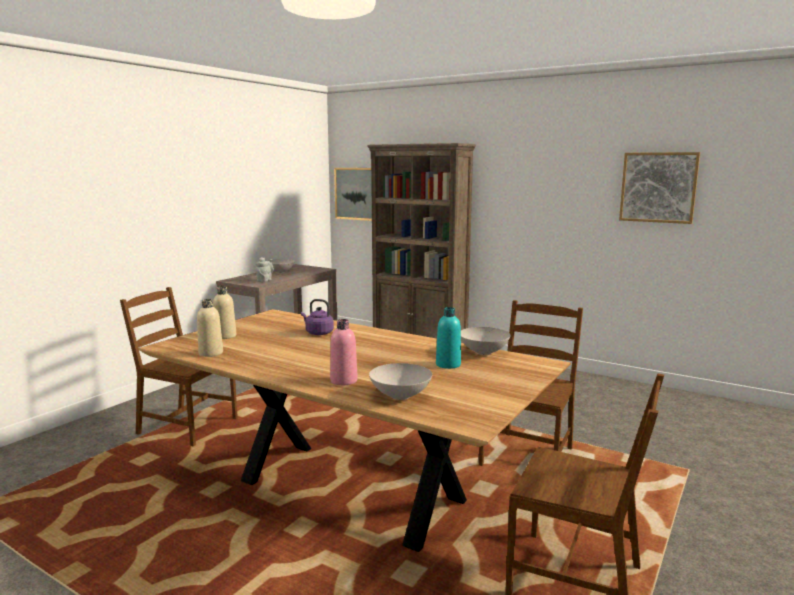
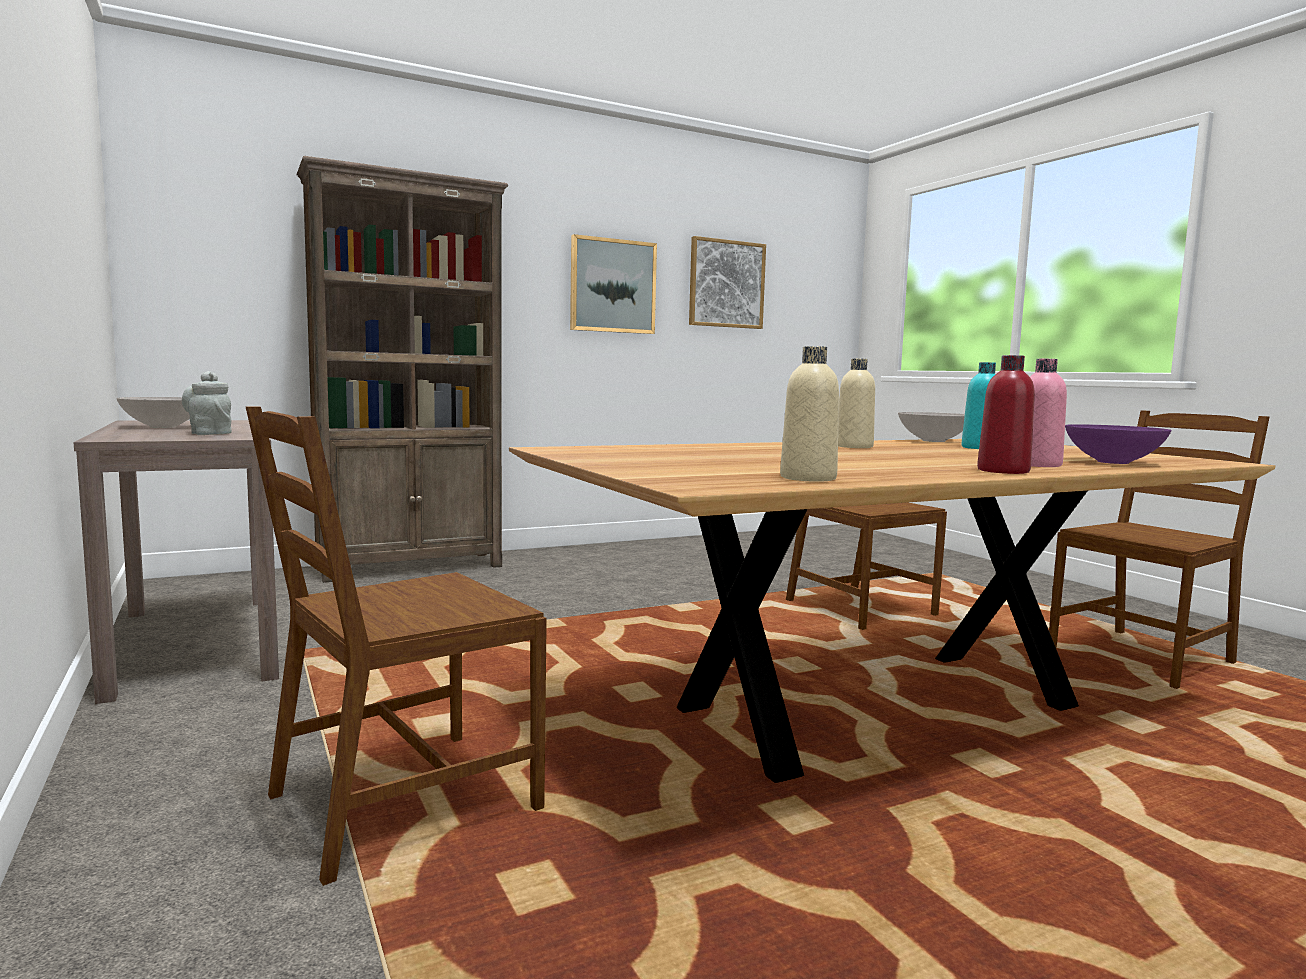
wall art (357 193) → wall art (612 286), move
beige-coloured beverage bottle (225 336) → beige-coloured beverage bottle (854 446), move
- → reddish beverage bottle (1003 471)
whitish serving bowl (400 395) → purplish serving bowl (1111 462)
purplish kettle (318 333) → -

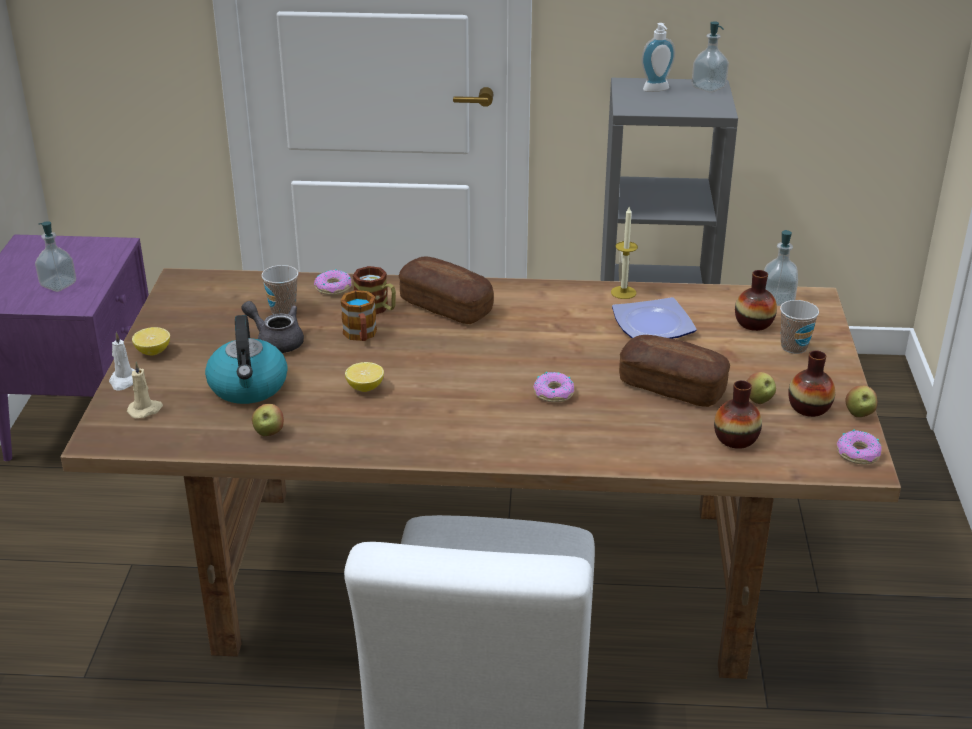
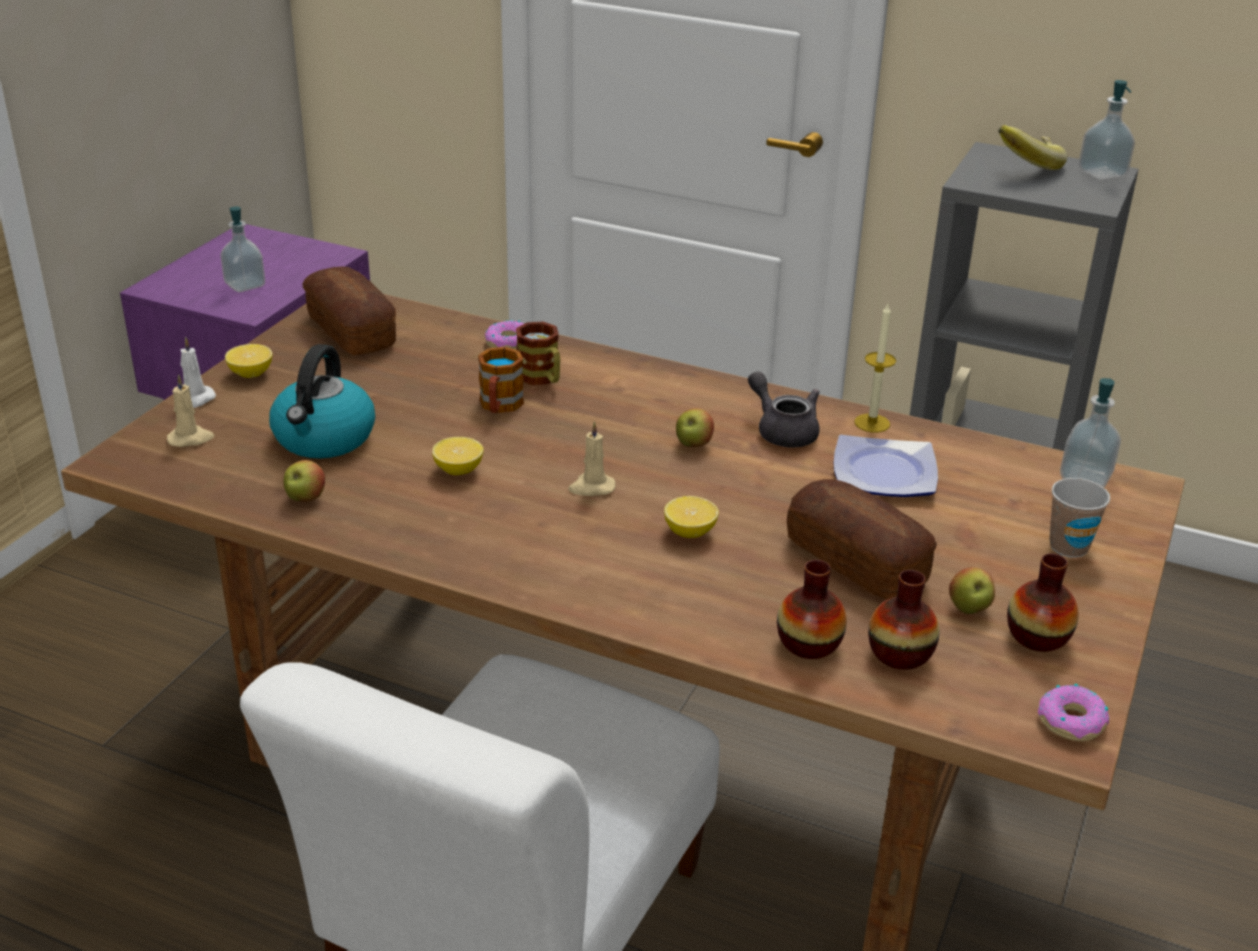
bakery bread (446 306) → bakery bread (351 331), move
- → beige-coloured wax candle (591 487)
ring doughnut (554 393) → lemon (690 532)
apple fruit (859 414) → apple fruit (693 444), move
greyish tea pot (276 341) → greyish tea pot (783 431), move
decorative vase (753 323) → decorative vase (809 644), move
soap bottle (657 90) → banana fruit (1026 166)
drinking cup (283 310) → -

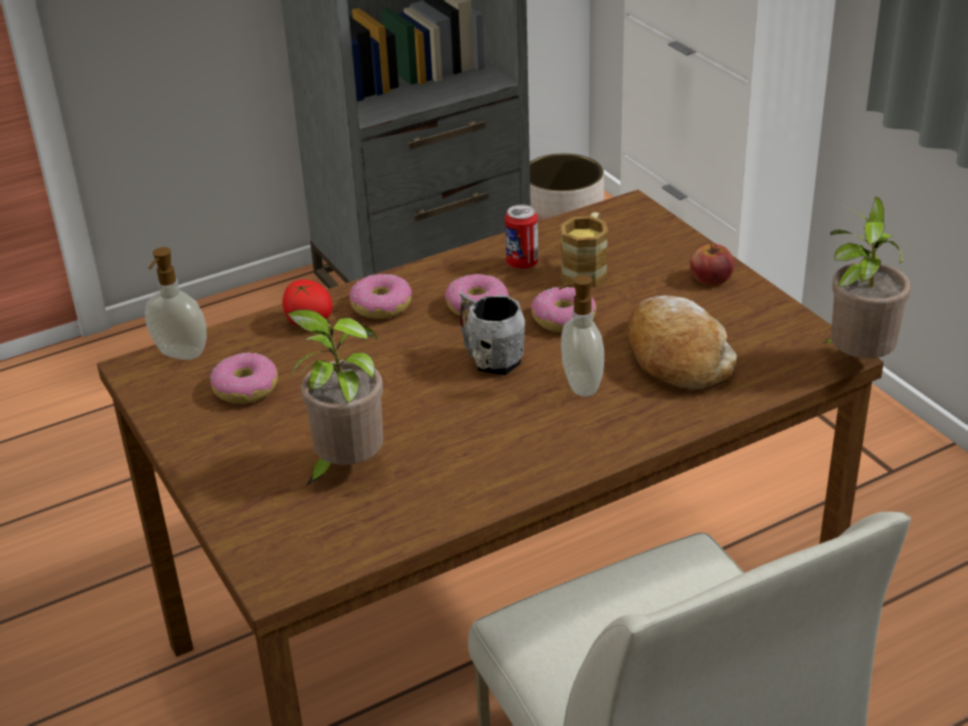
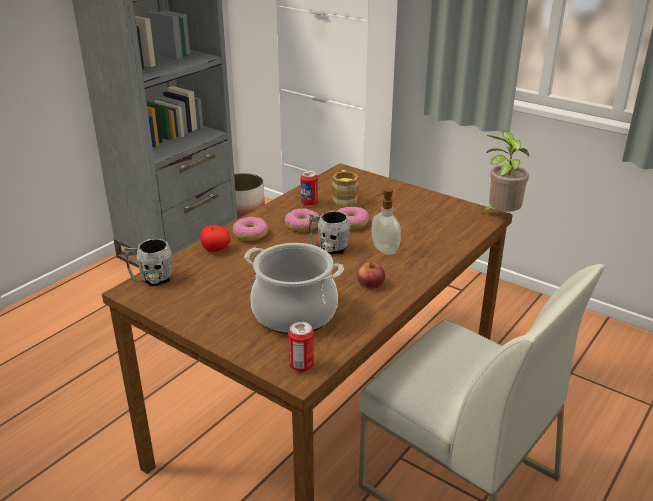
soap bottle (180 354) → greyish mug (152 279)
houseplant (345 468) → stockpot (294 313)
- → metal can (301 366)
apple fruit (711 277) → apple fruit (370 283), move
ring doughnut (246 389) → -
bakery bread (676 357) → -

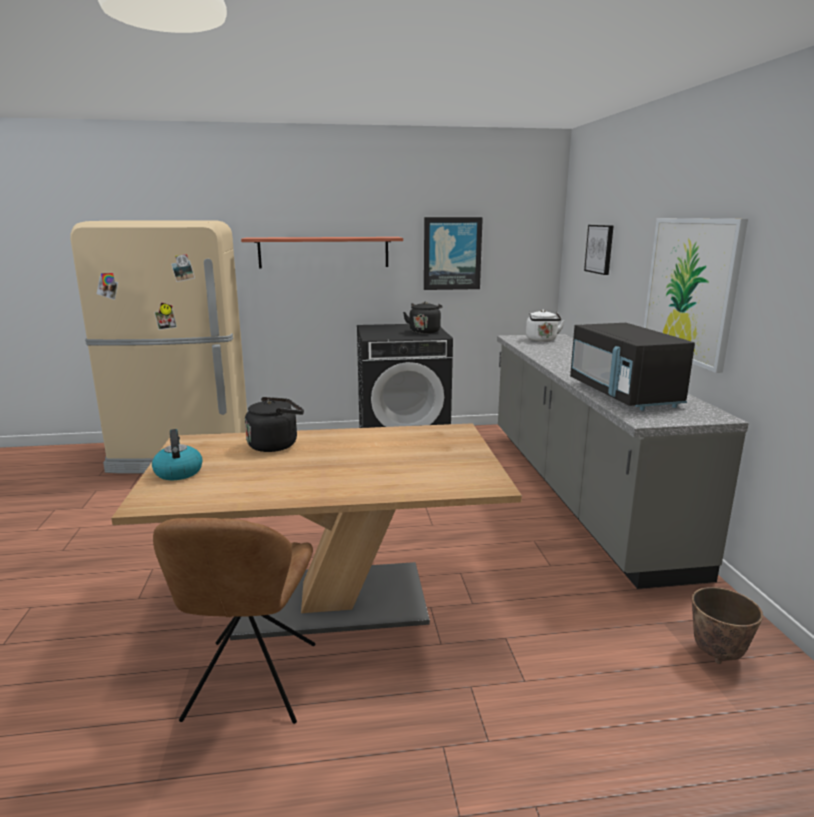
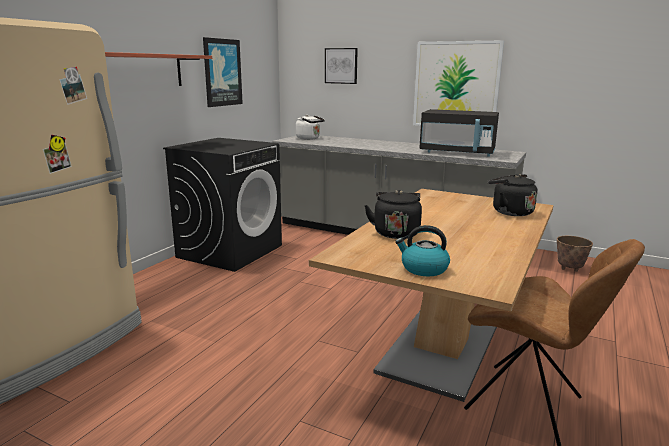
black kettle (424 331) → black kettle (509 212), move

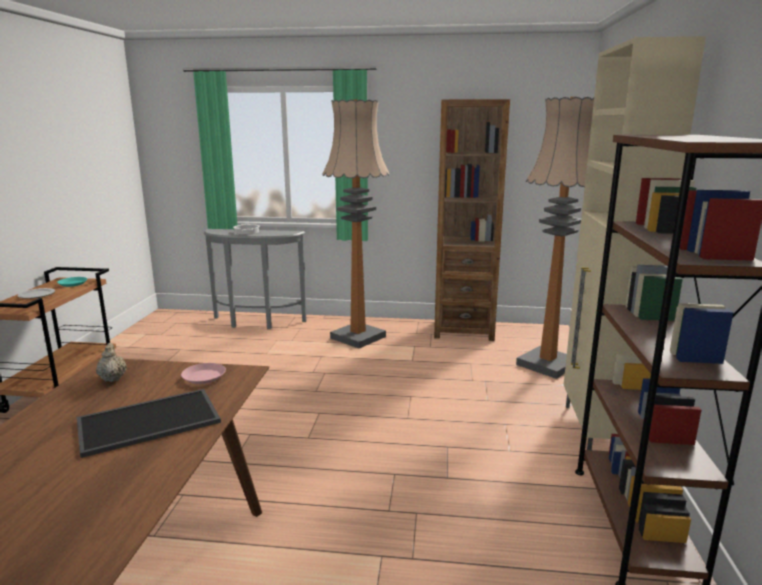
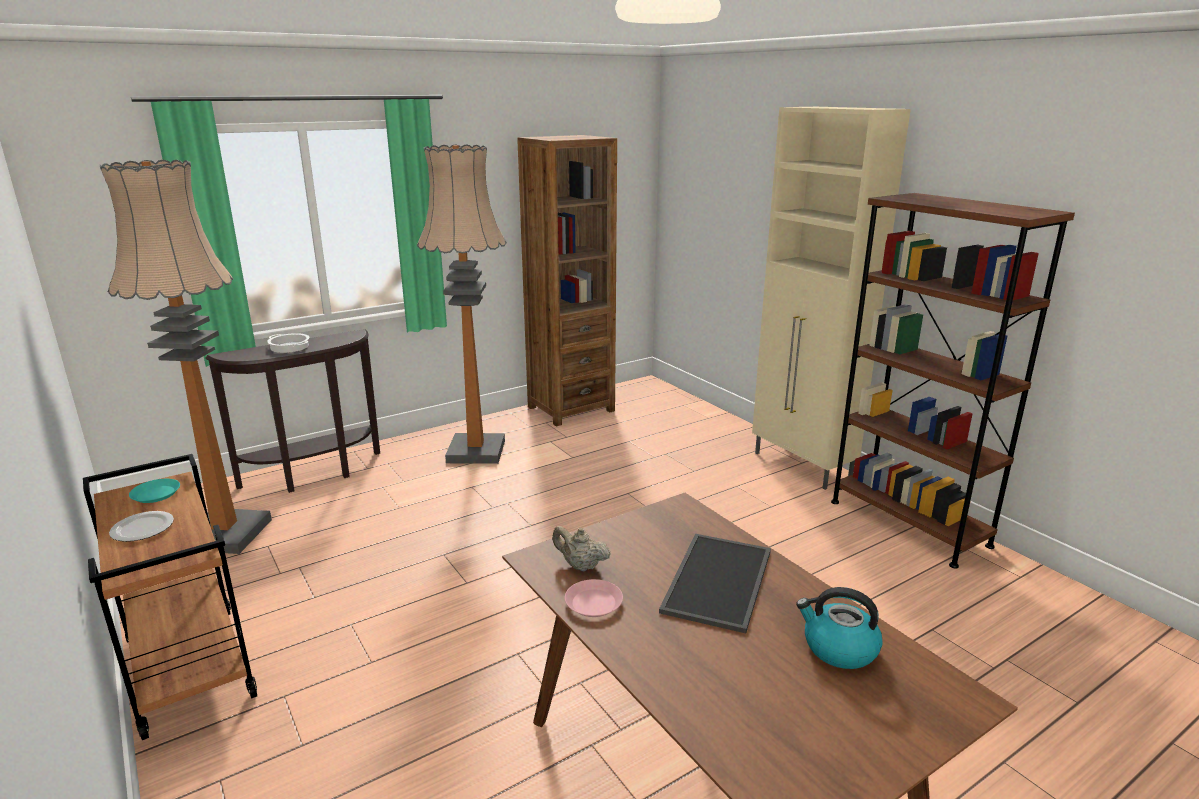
floor lamp (547 364) → floor lamp (226 534), move
greyish console table (256 323) → brown-coloured console table (315 475)
pink dinner plate (203 377) → pink dinner plate (593 603), move
- → kettle (838 648)

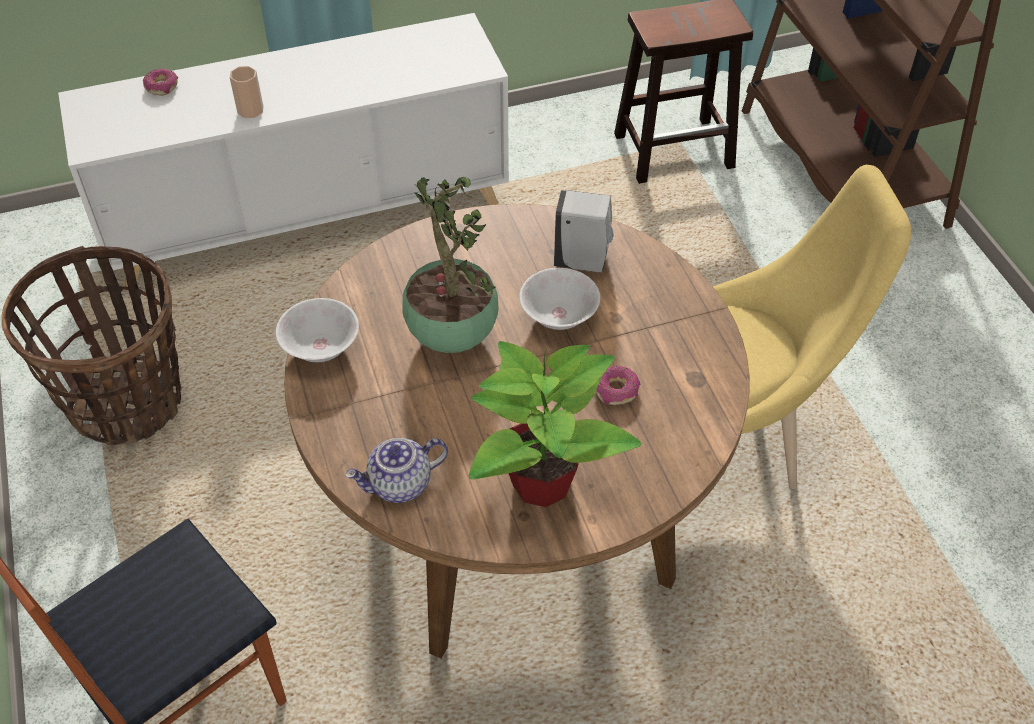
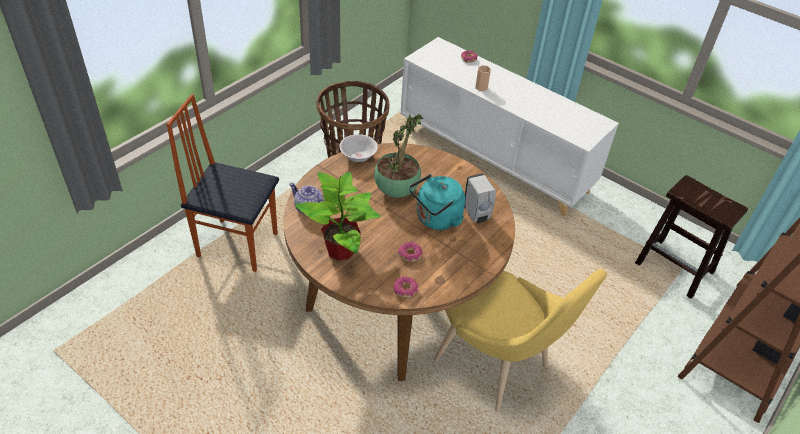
- → ring doughnut (405 290)
whitish serving bowl (558 316) → turquoise-coloured kettle (436 219)

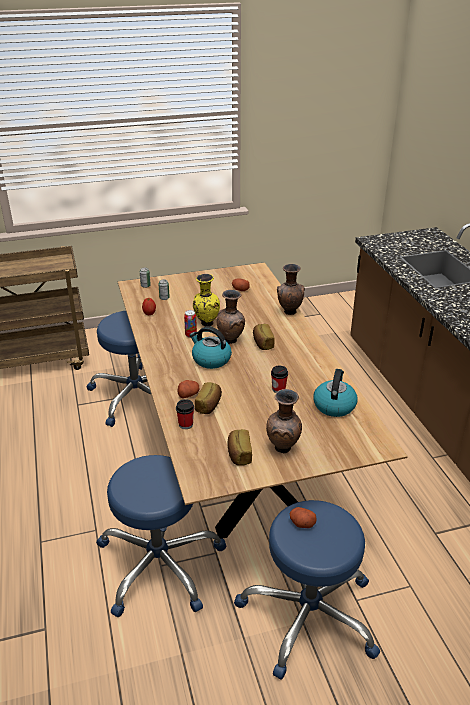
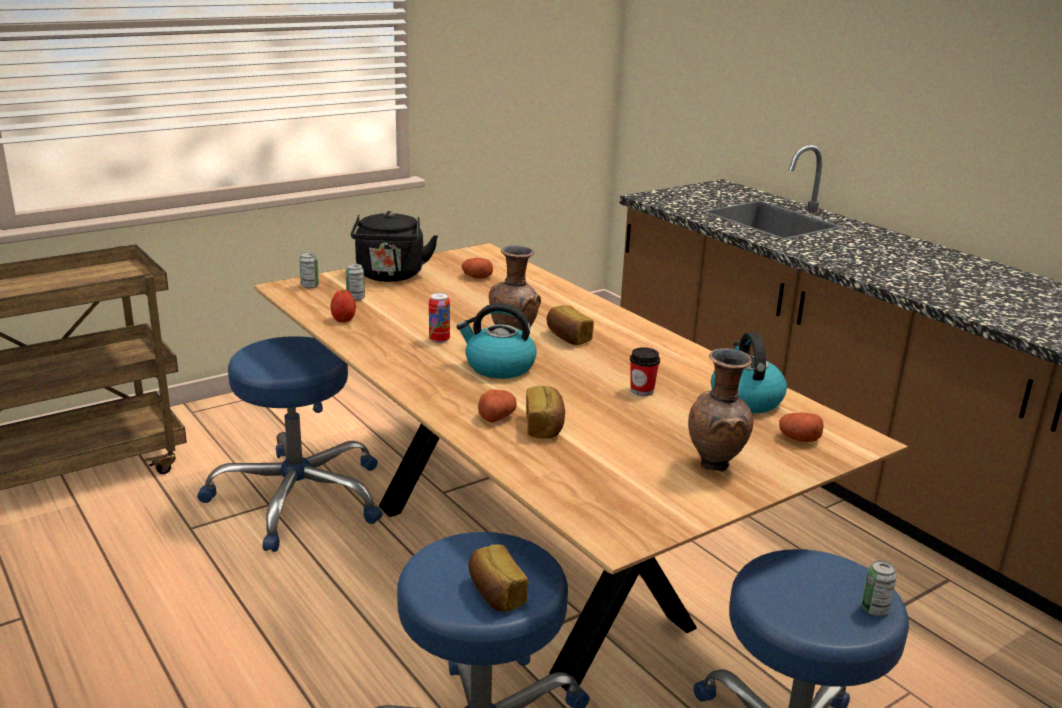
- → black kettle (390 276)
bakery bread (239 454) → bakery bread (495 593), move
spud (301 523) → spud (798 439), move
- → metal can (874 609)
drinking cup (185 424) → -
yellowish decorative vase (206 323) → -
brown-coloured decorative vase (289 312) → -

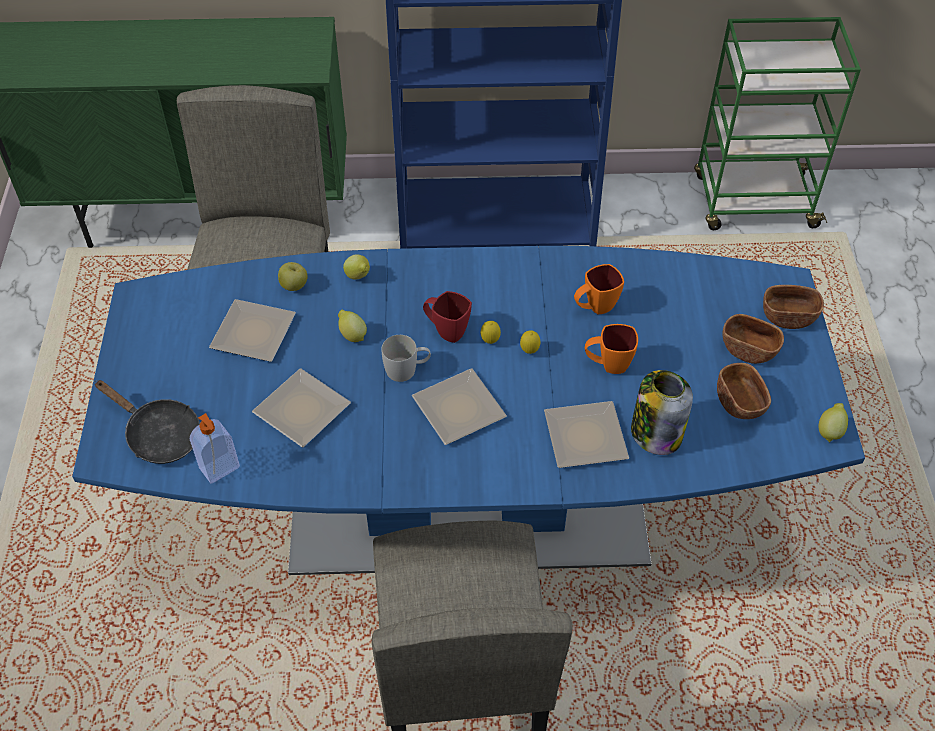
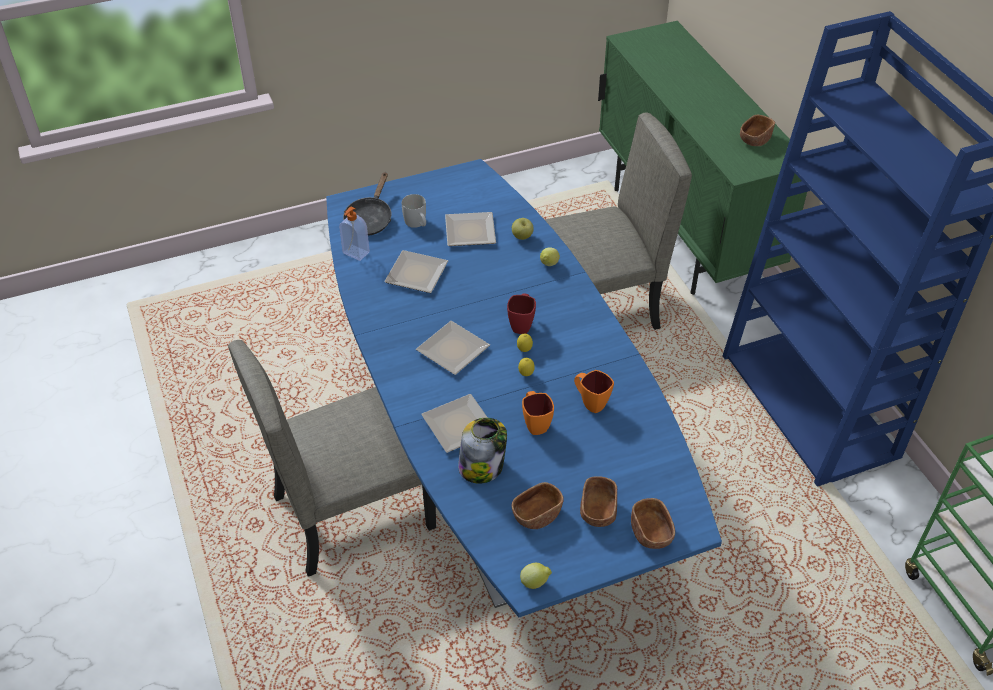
whitish mug (407 369) → whitish mug (417 224), move
- → brown-coloured serving bowl (755 139)
lemon (352 335) → -

